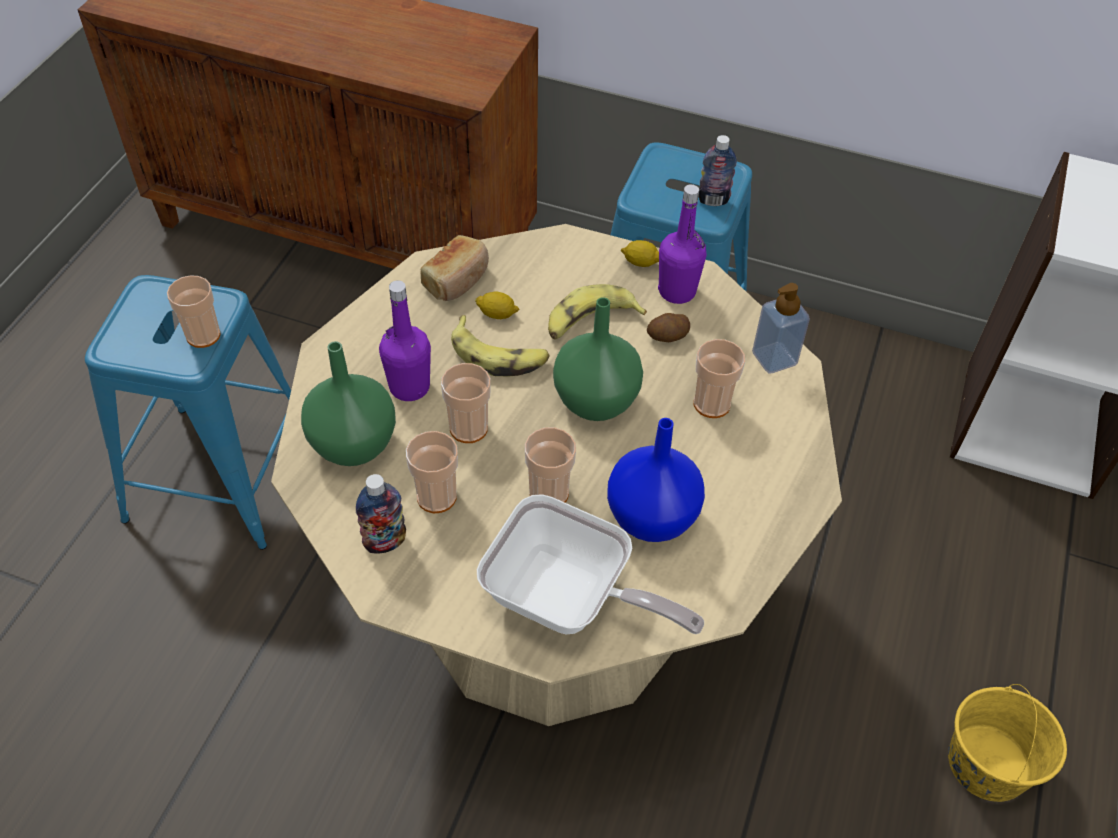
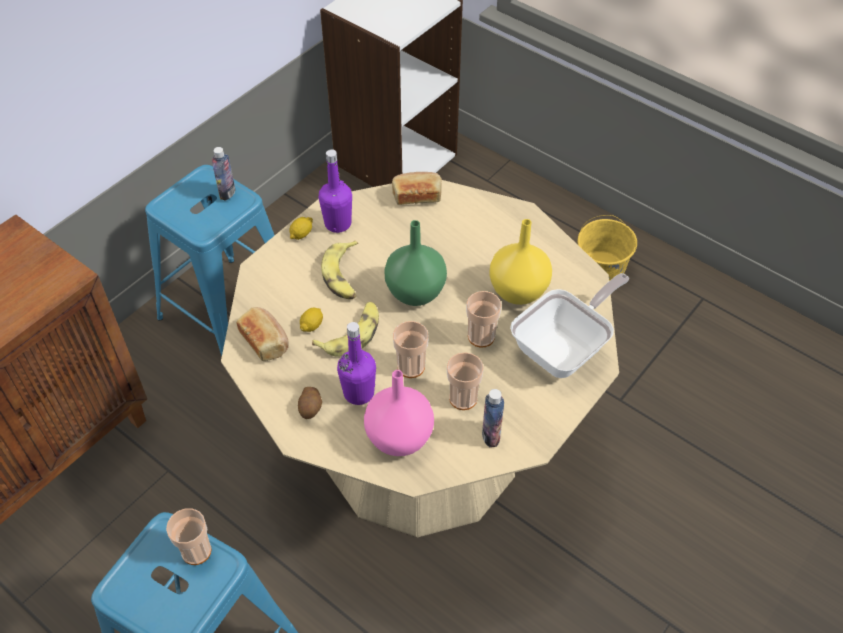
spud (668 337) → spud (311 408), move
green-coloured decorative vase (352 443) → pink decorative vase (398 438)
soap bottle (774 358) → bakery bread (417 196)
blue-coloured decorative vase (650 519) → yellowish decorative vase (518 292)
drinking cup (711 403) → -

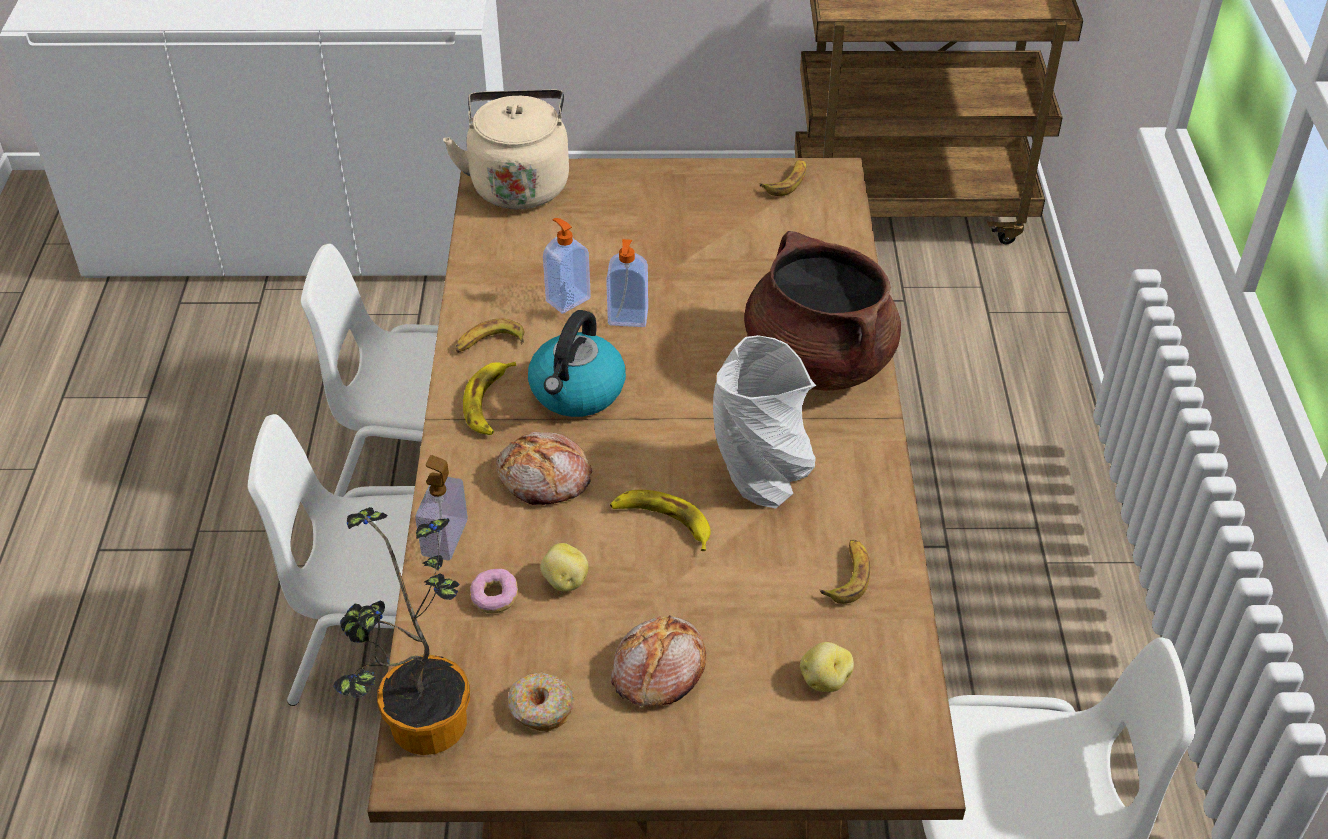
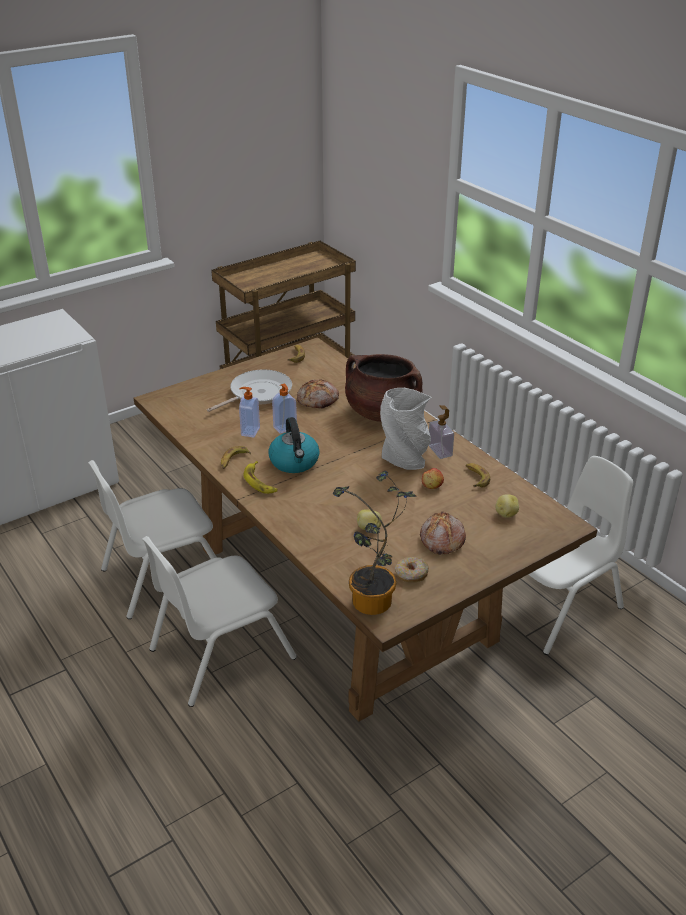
- → pan (257 393)
bakery bread (545 479) → bakery bread (318 400), move
- → apple fruit (432 486)
soap bottle (445 537) → soap bottle (440 450), move
beige-coloured kettle (519 183) → -
ring doughnut (495 598) → -
banana fruit (663 522) → -

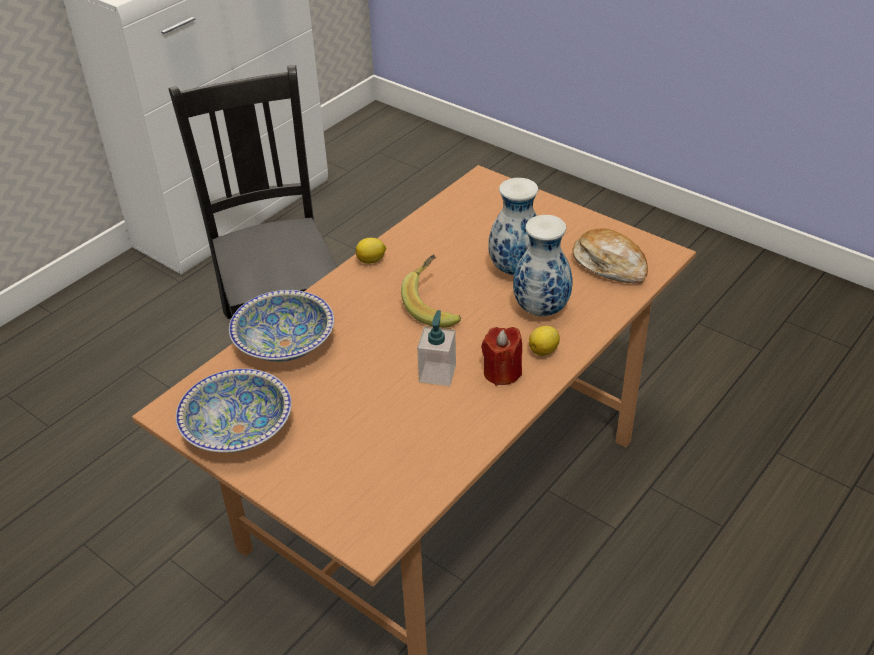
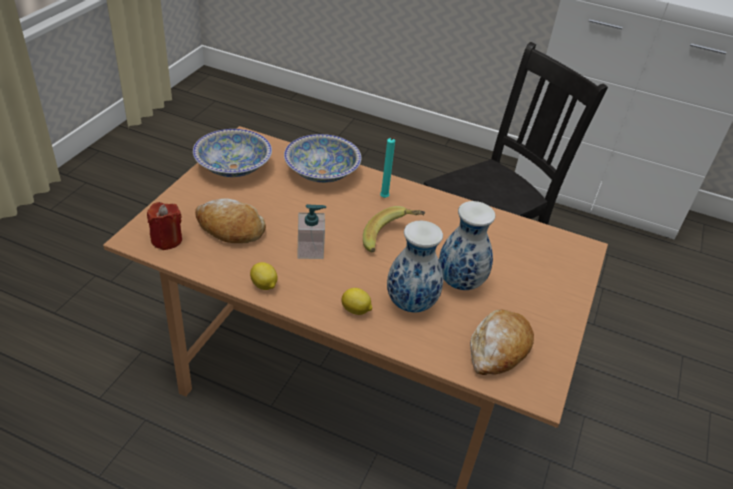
reddish wax candle (502 372) → reddish wax candle (166 240), move
- → bakery bread (230 229)
lemon (372 260) → lemon (264 285), move
- → turquoise-coloured wax candle (384 198)

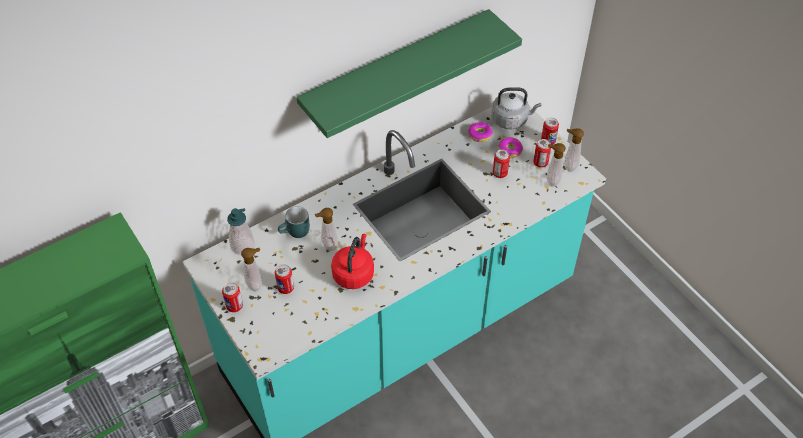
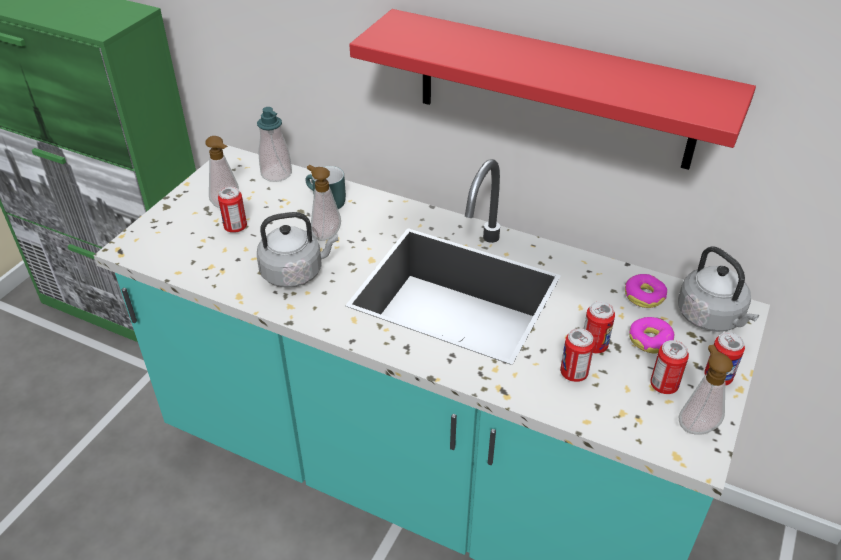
reddish kettle (354 273) → greyish kettle (295 272)
green-coloured wall shelf (396 73) → reddish wall shelf (554 90)
metal can (234 306) → metal can (573 373), move
soap bottle (551 180) → -

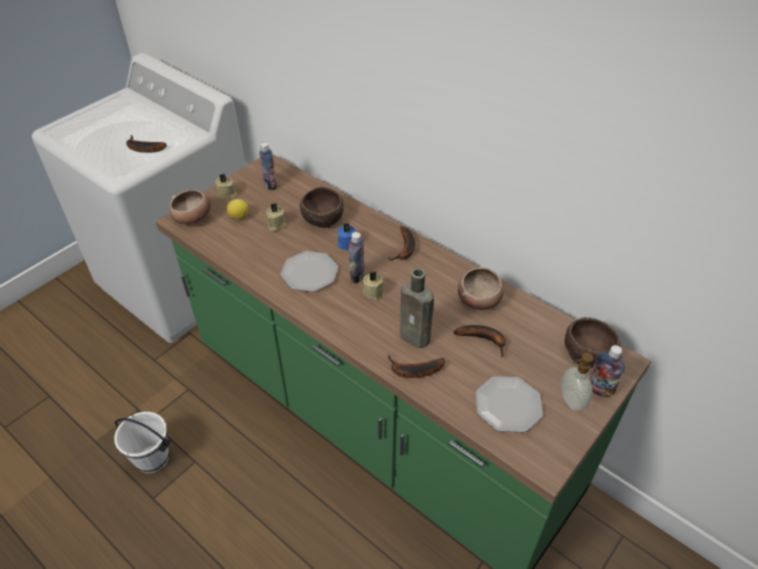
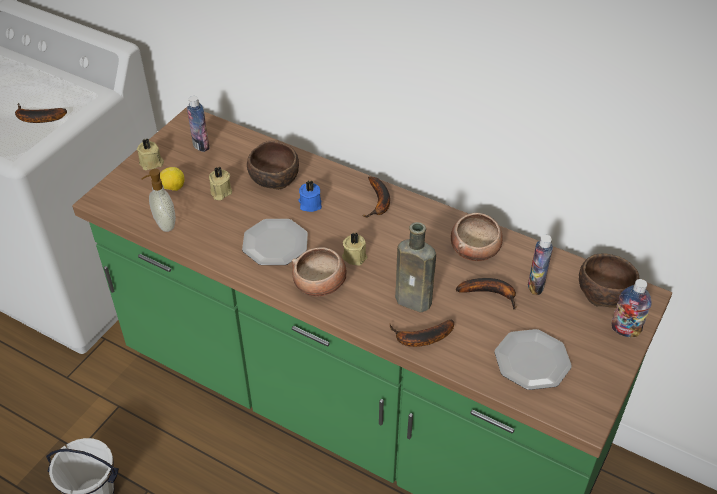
soap bottle (570 401) → soap bottle (164 224), move
serving bowl (193 218) → serving bowl (320 284), move
beverage bottle (357 276) → beverage bottle (535 285), move

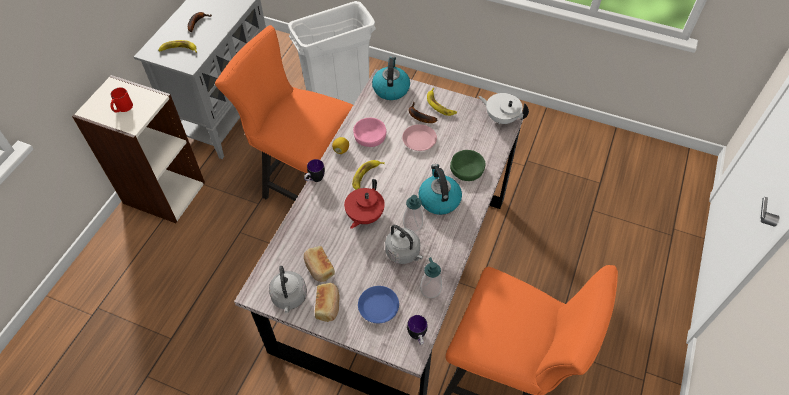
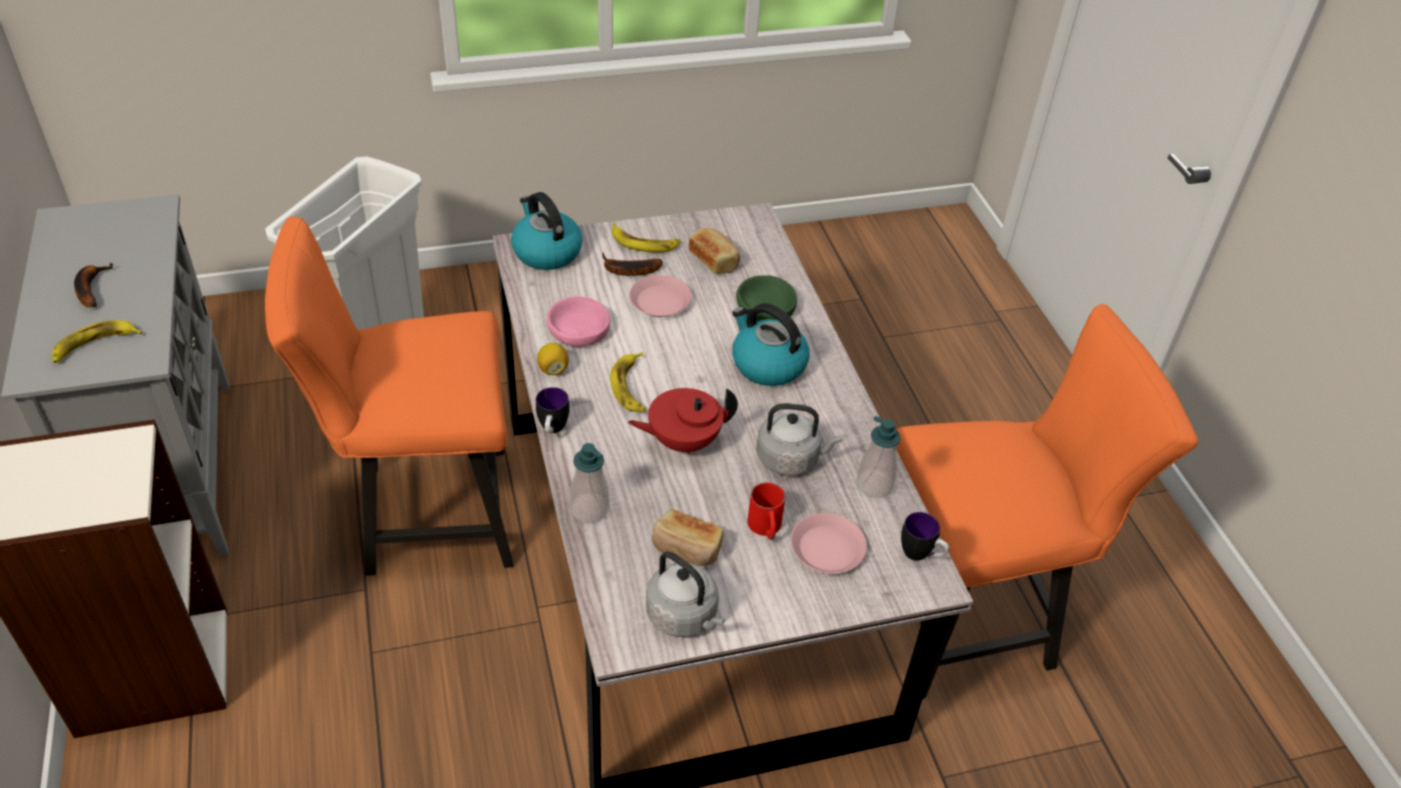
soap bottle (413 224) → soap bottle (589 509), move
reddish tea pot (364 216) → reddish tea pot (682 441), 90 degrees clockwise
bakery bread (328 305) → bakery bread (714 260), move
reddish mug (122 108) → reddish mug (766 528), move
blue-coloured dinner plate (378 306) → pink dinner plate (828 549)
whitish tea pot (501 118) → -

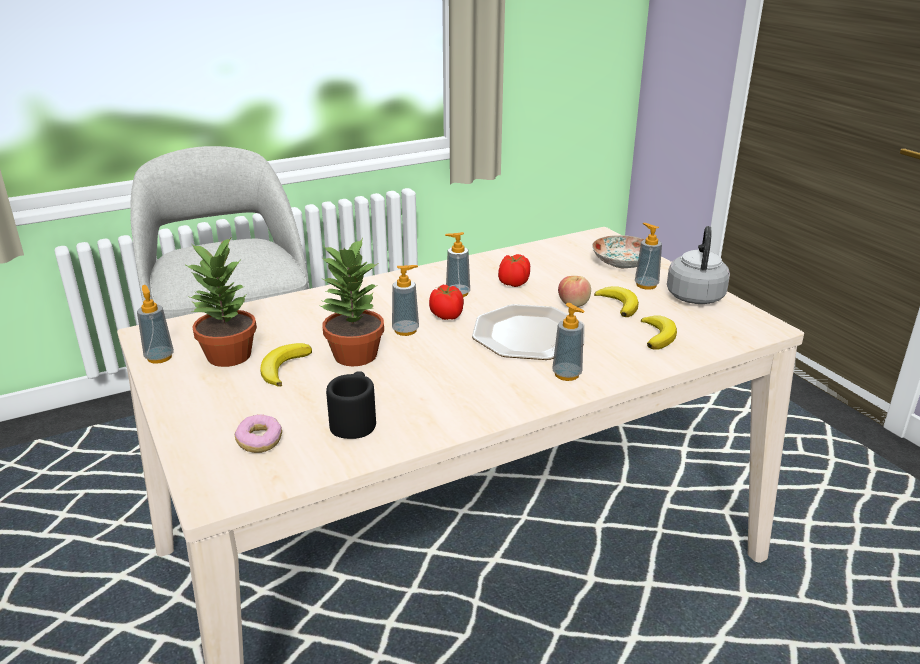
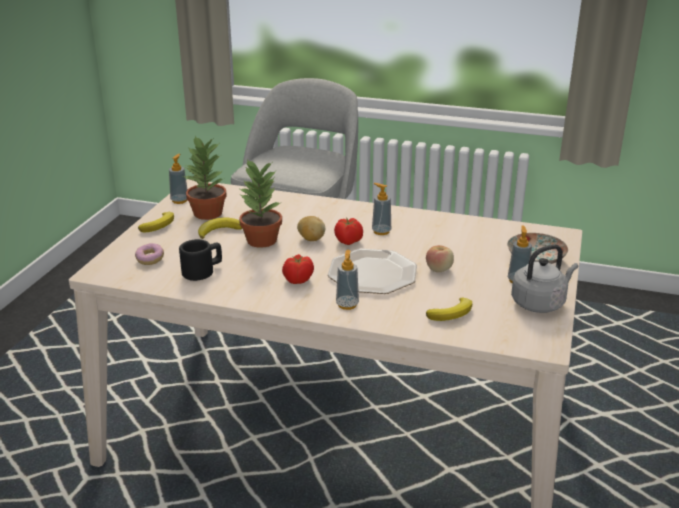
banana fruit (619 304) → banana fruit (159 225), move
tomato (513 283) → tomato (298 280), move
soap bottle (405 330) → spud (311 239)

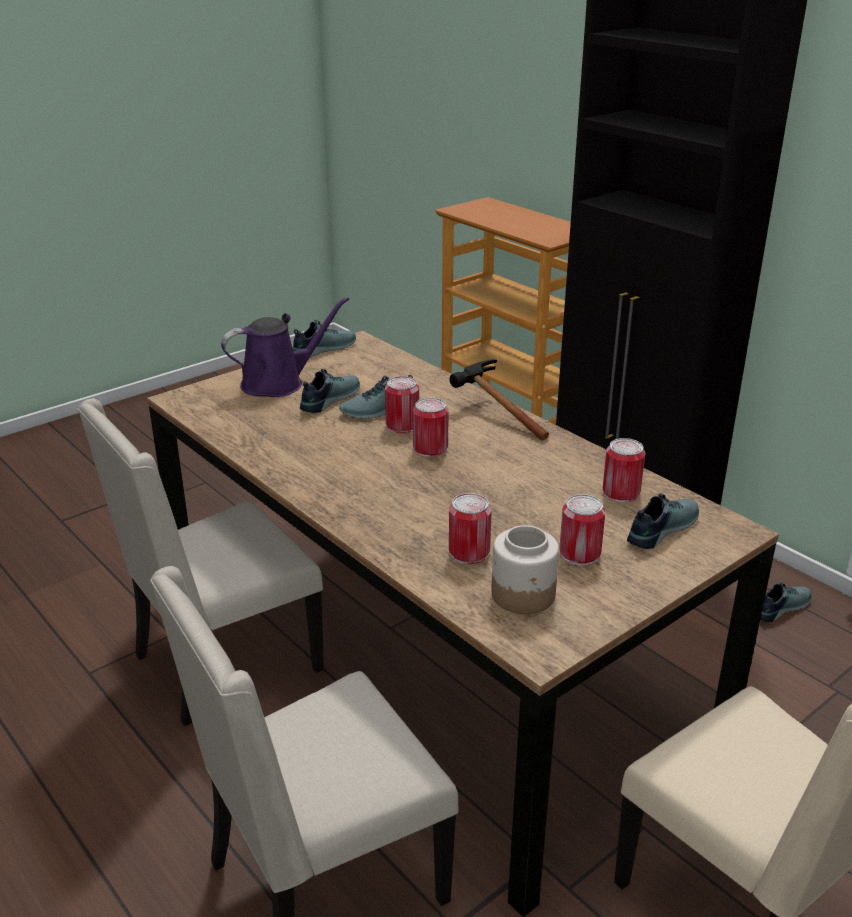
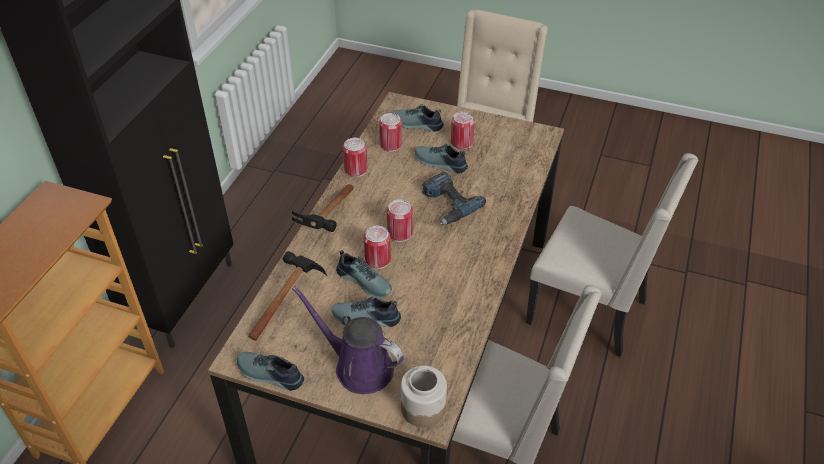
- → hammer (290 299)
metal can (469 552) → metal can (355 170), move
storage jar (524 595) → storage jar (423 407), move
item of footwear (779 607) → item of footwear (440 163), move
- → power drill (447 204)

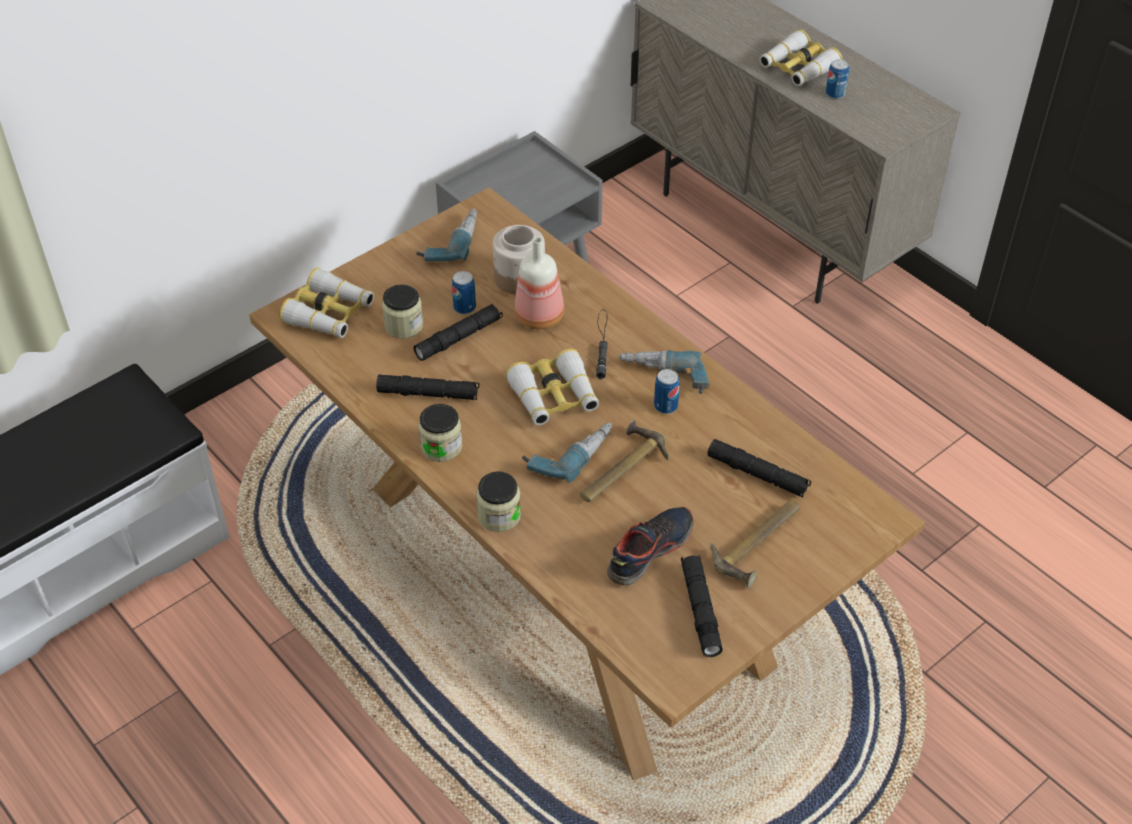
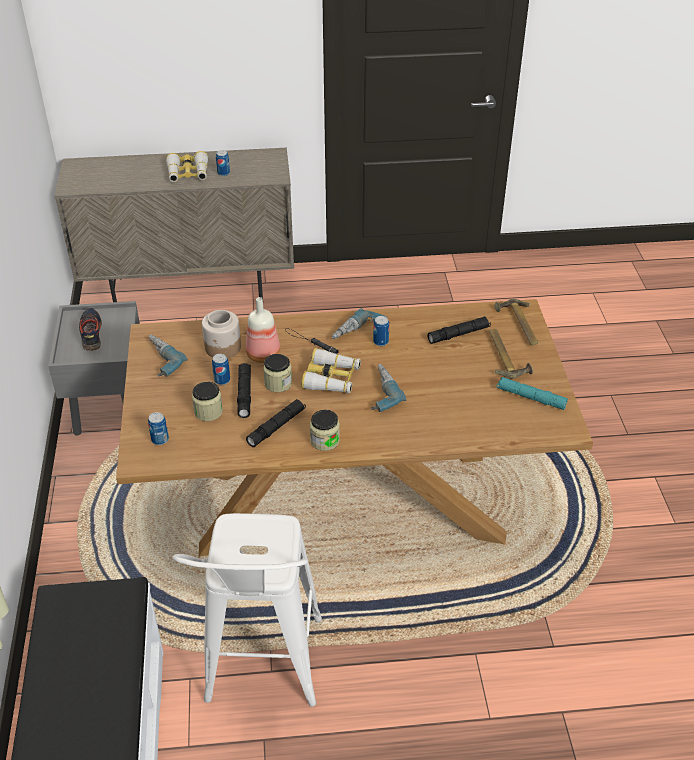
item of footwear (649 551) → item of footwear (91 334), move
field glasses (329 313) → metal can (160 439)
- → whitish stool (262 672)
storage jar (499 515) → storage jar (278 383), move
hammer (619 468) → hammer (519 325), move
black torch (700 610) → turquoise-coloured torch (531 397)

